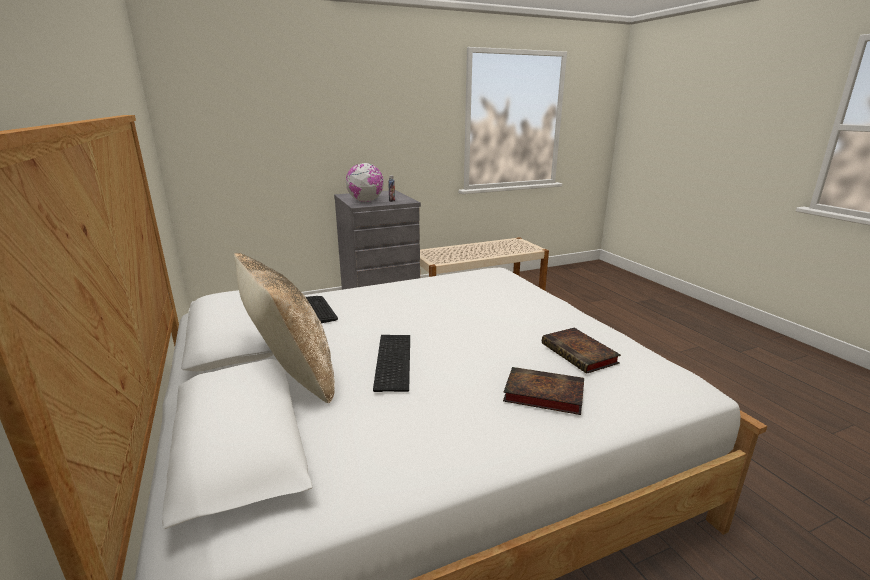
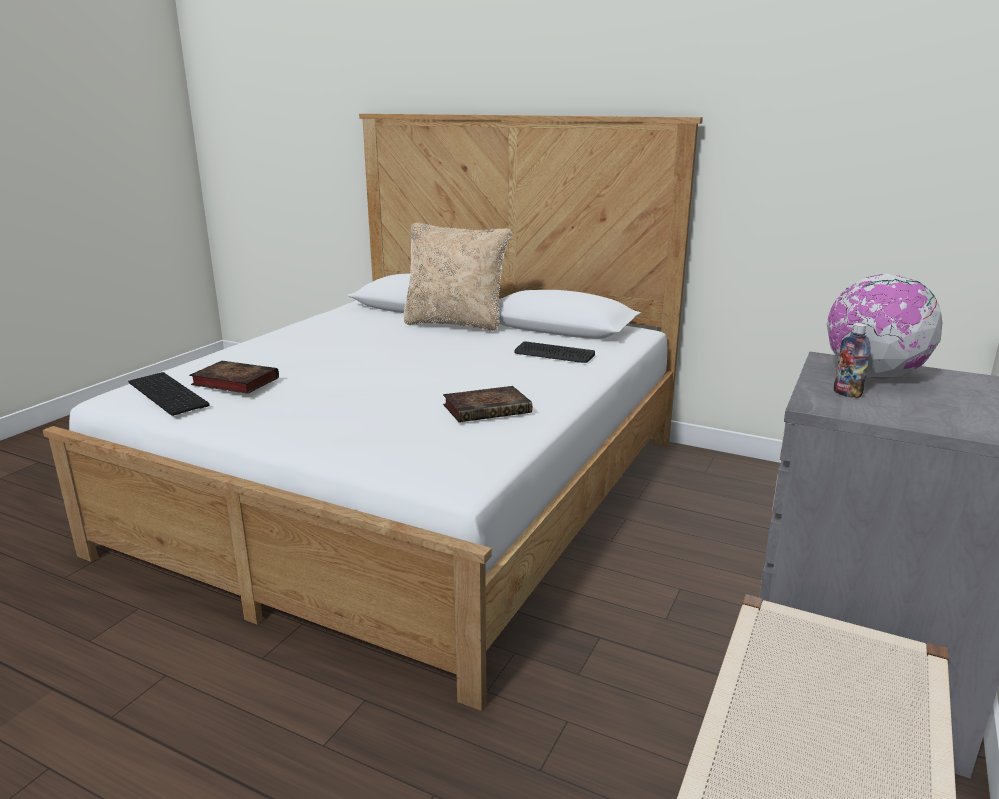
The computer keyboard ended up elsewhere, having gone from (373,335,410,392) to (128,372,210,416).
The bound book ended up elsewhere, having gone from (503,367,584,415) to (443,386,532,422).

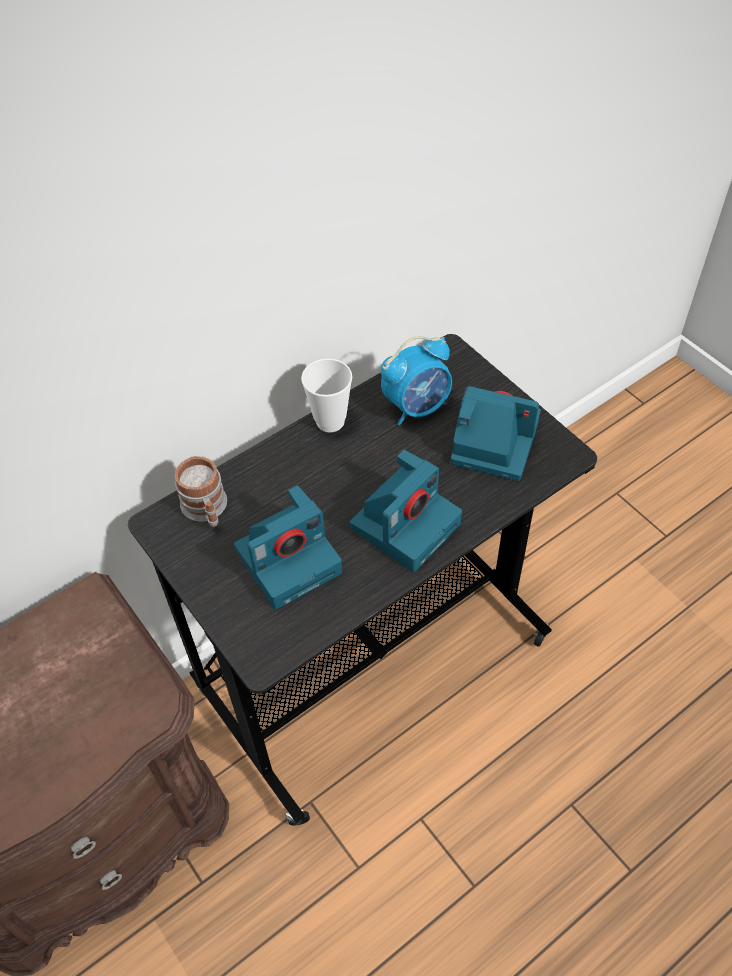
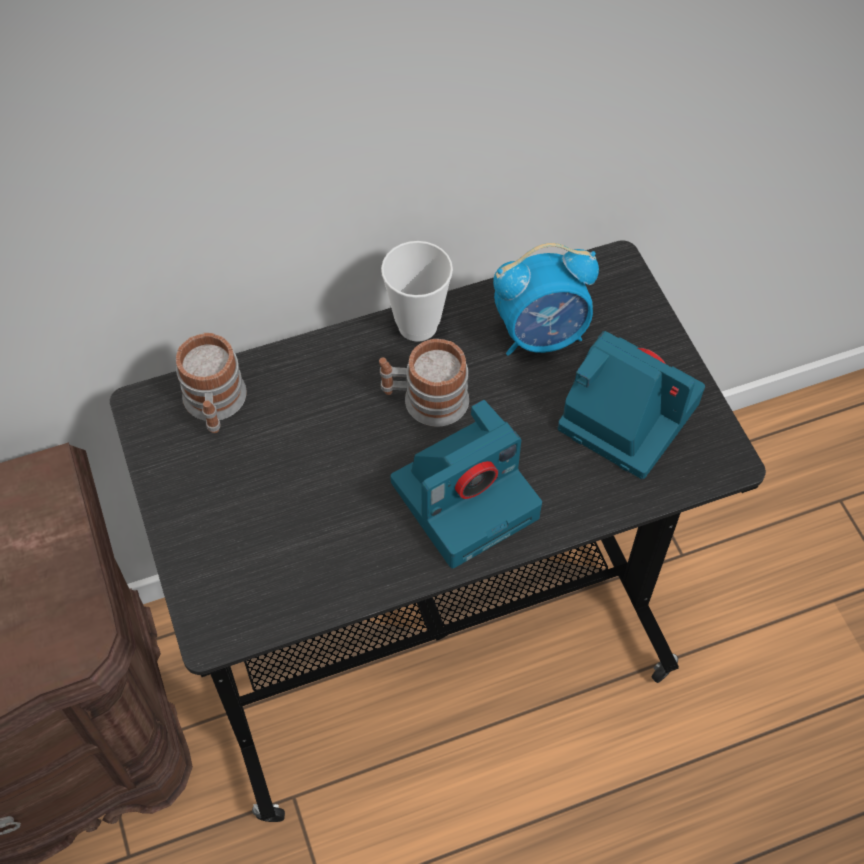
The second view lost the still camera at (234,485,342,609).
The second view gained the mug at (379,339,469,427).

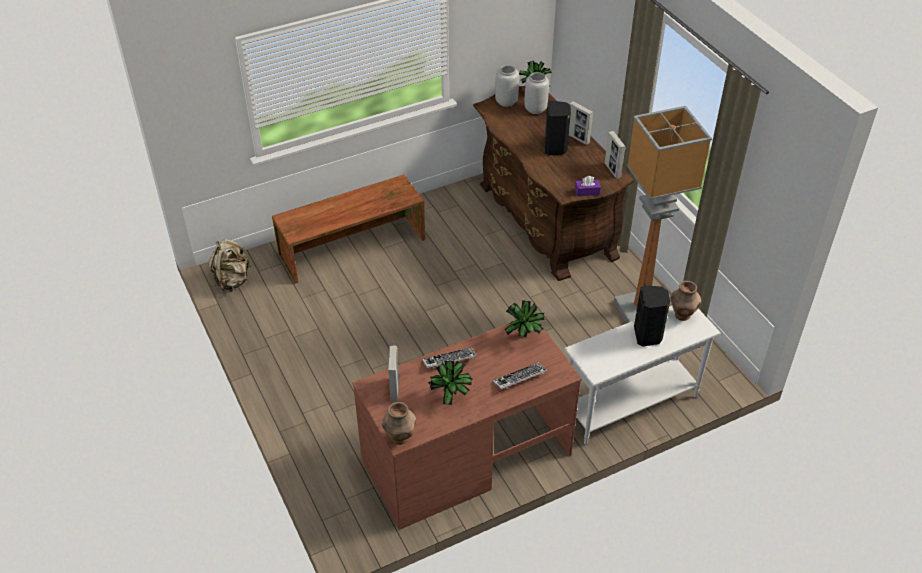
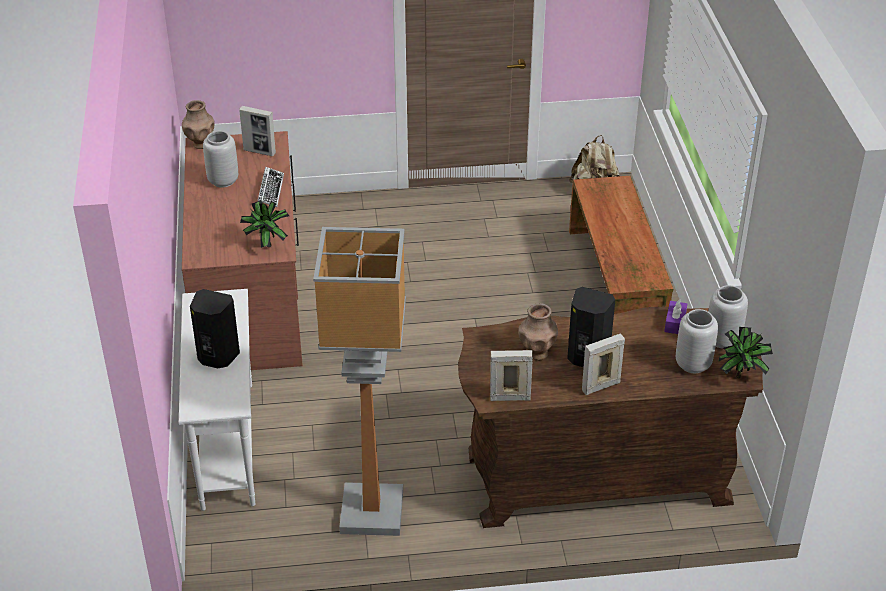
The box of tissues/purplish ended up elsewhere, having gone from (575,176,601,196) to (664,299,687,334).
The flower vase/brown-coloured ended up elsewhere, having gone from (670,281,701,321) to (518,303,558,360).
Where the houseplant stood at (428,361,473,405), the flower vase/gray came to stand at (203,131,238,188).
The second view lost the computer keyboard at (493,363,547,389).

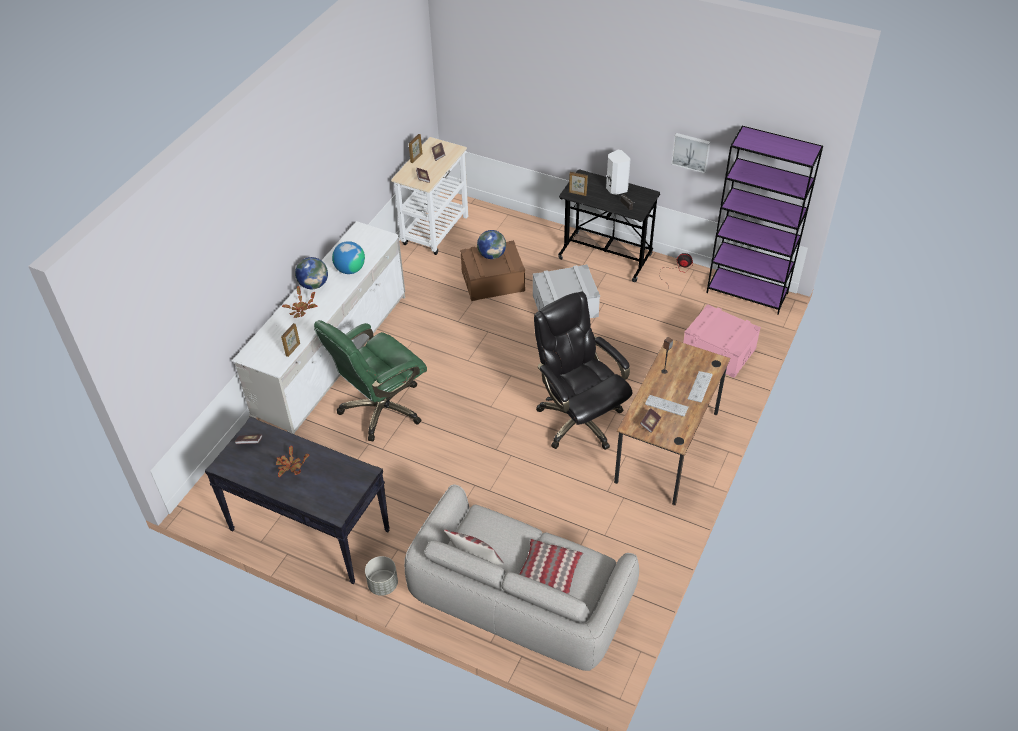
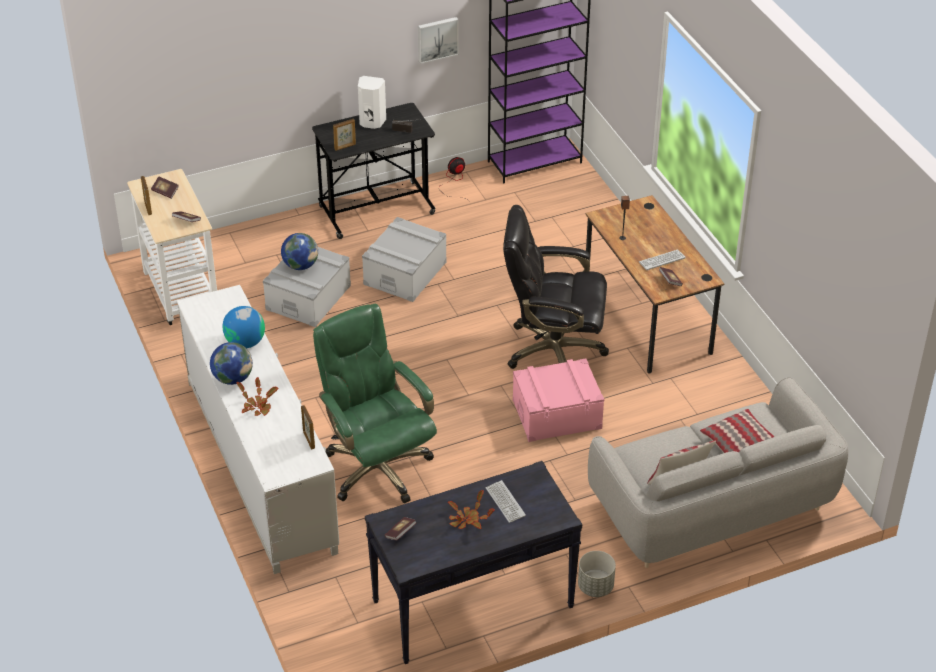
What was the storage box/brown-coloured at (460,240,525,301) turned into the storage box/gray at (263,247,351,327).
The storage box/pink ended up elsewhere, having gone from (683,304,761,378) to (513,359,604,442).
The desk chair/green-coloured at (314,320,427,442) ended up facing another way, 150 degrees clockwise from before.
The computer keyboard ended up elsewhere, having gone from (688,371,713,403) to (486,480,526,523).

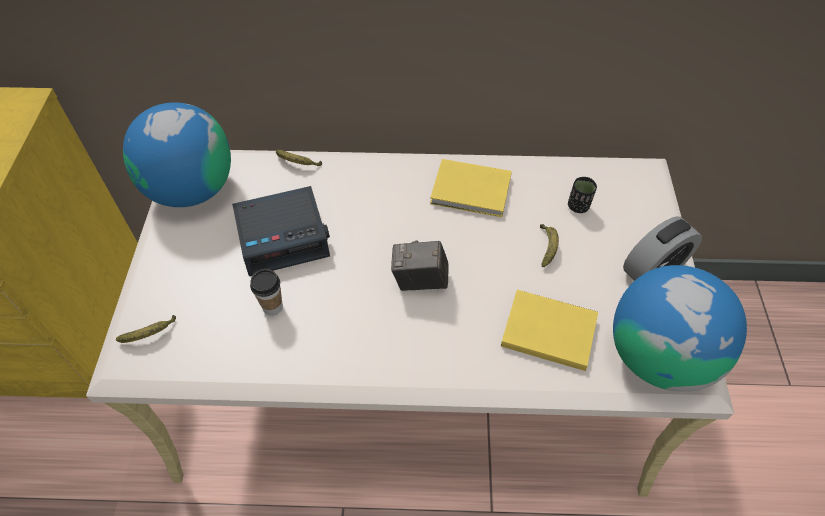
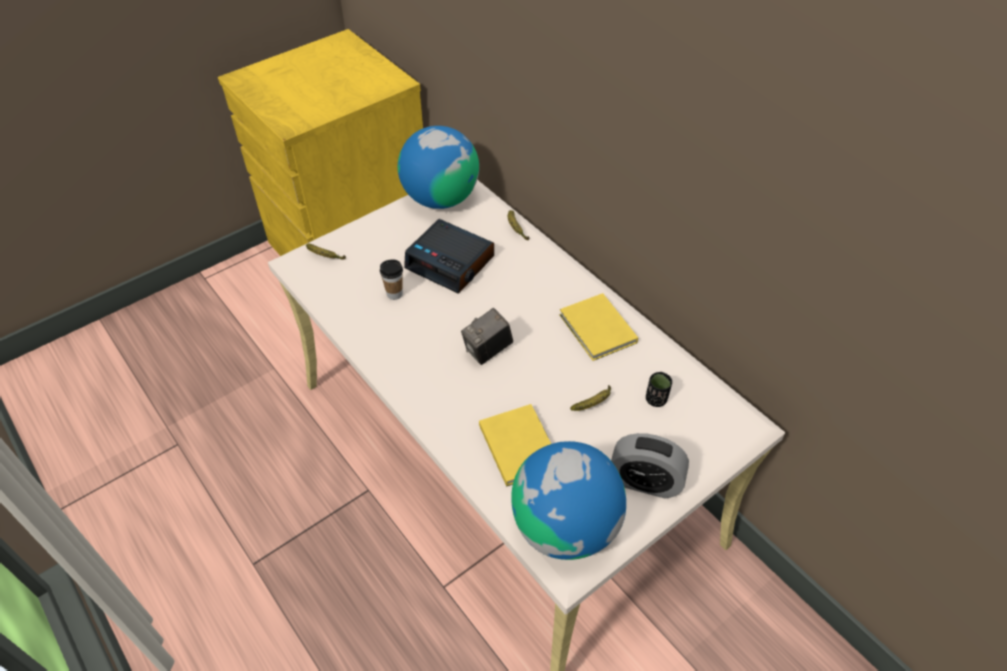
The still camera at (391,240,449,291) ended up facing another way, 90 degrees counterclockwise from before.

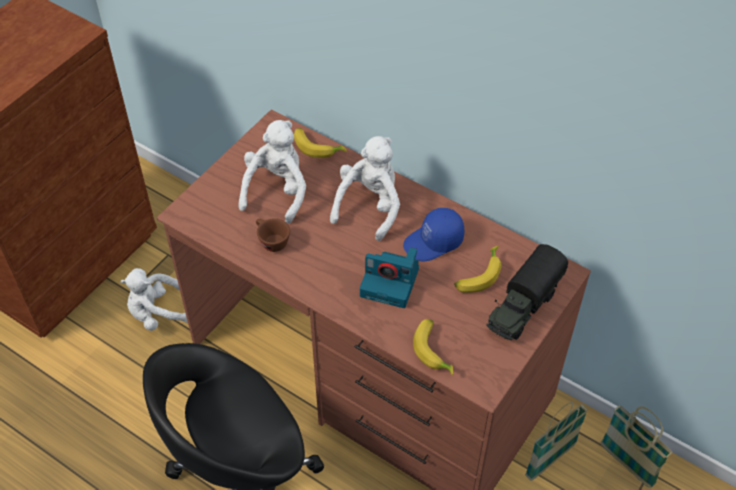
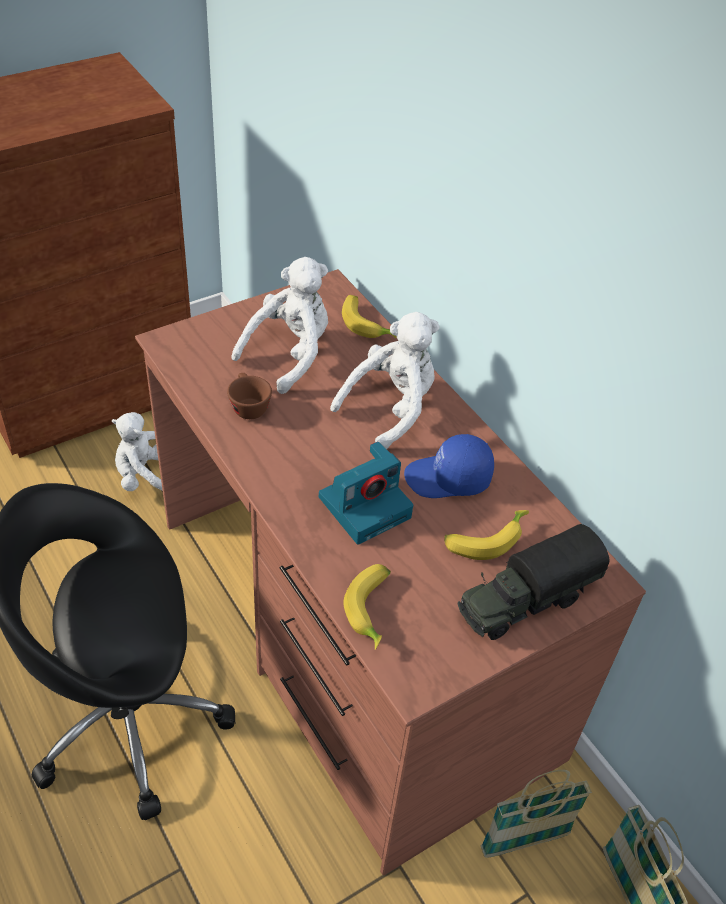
The still camera at (360,247,419,308) ended up facing another way, 75 degrees counterclockwise from before.

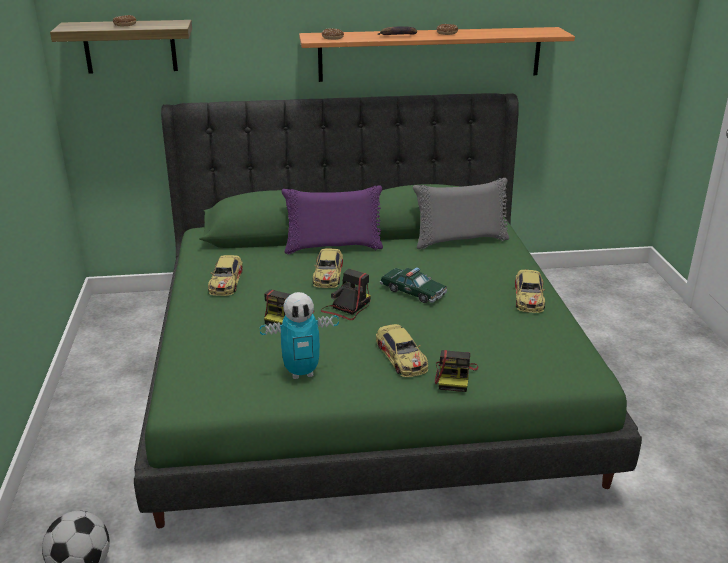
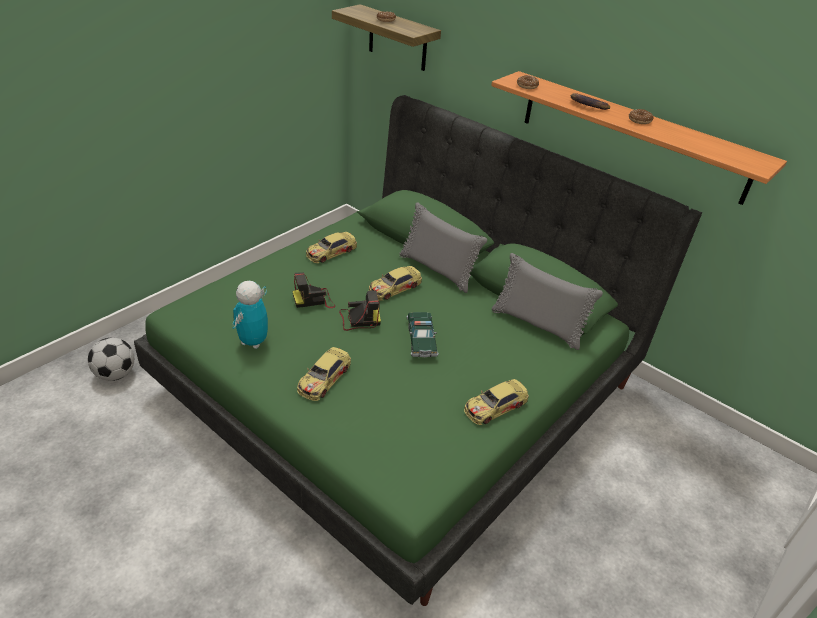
What was the cushion/purplish at (281,185,383,254) turned into the cushion/gray at (399,202,487,293).
The toy robot at (260,292,339,379) ended up facing another way, 75 degrees clockwise from before.
The second view lost the still camera at (435,350,478,392).

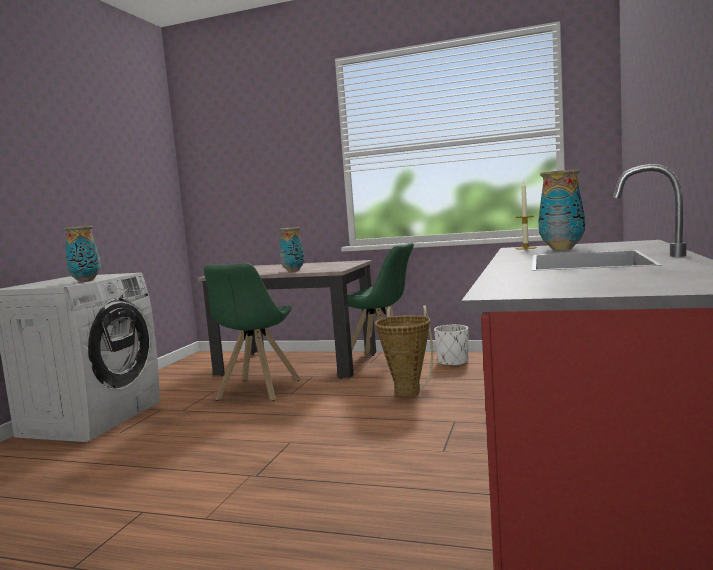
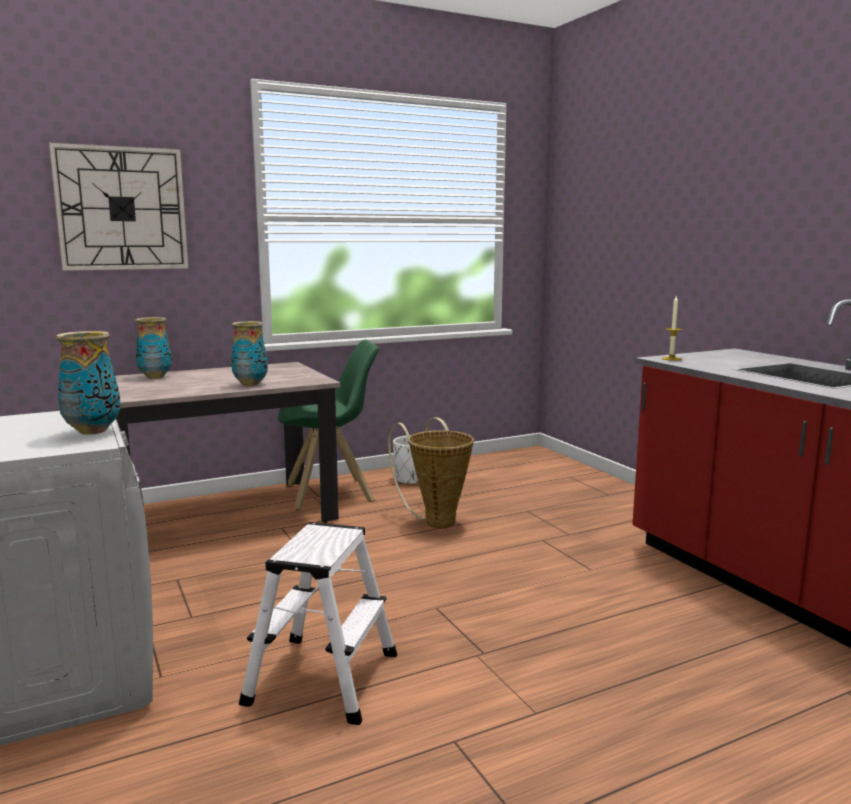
The flower vase ended up elsewhere, having gone from (538,169,585,250) to (135,317,172,379).
The second view lost the upright chair/green-coloured at (204,263,301,401).
The second view gained the hanging clock at (49,143,188,271).
The second view gained the stepladder/whitish at (239,522,397,725).

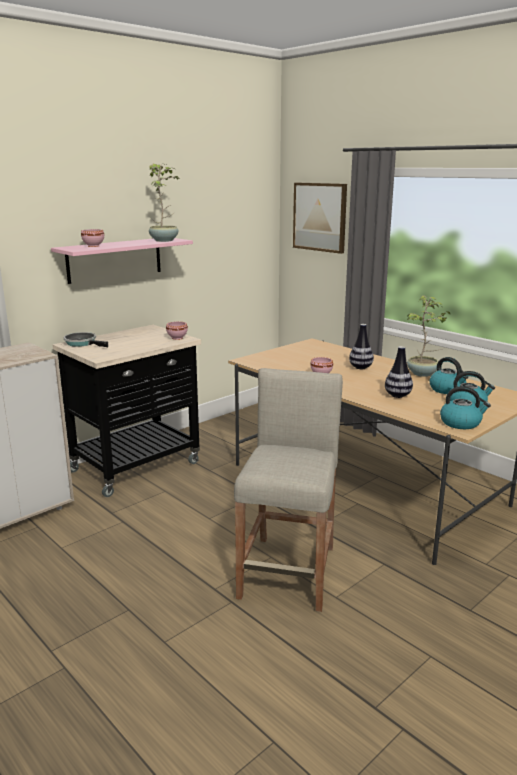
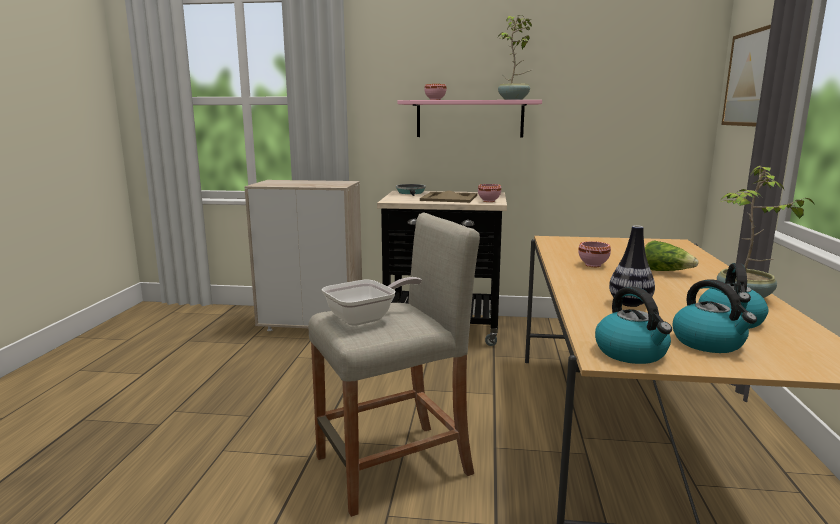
Where the flower vase stood at (349,324,374,369), the lettuce head came to stand at (645,240,698,271).
The second view gained the serving tray/sand-coloured at (420,190,477,203).
The second view gained the skillet at (322,277,422,326).

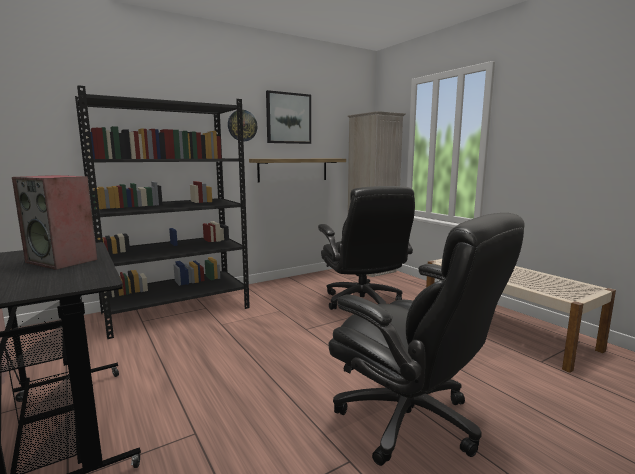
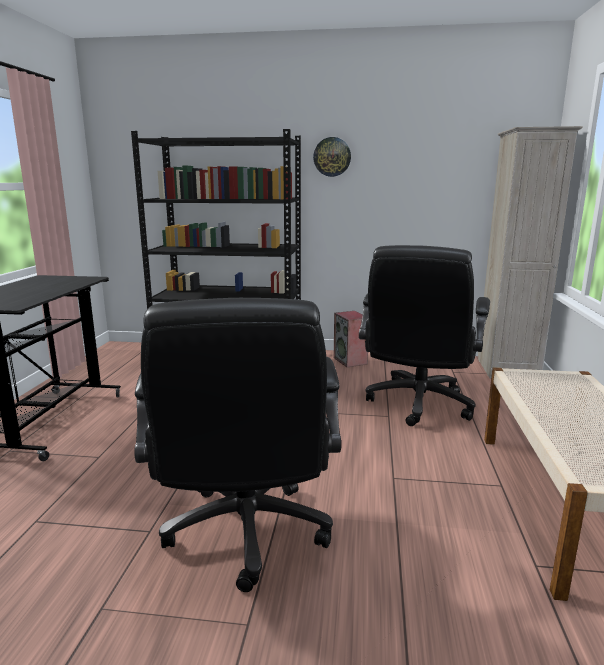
The second view lost the wall art at (266,90,311,144).
The second view lost the shelf at (249,159,346,182).
The loudspeaker ended up elsewhere, having gone from (12,175,98,270) to (333,311,368,367).

